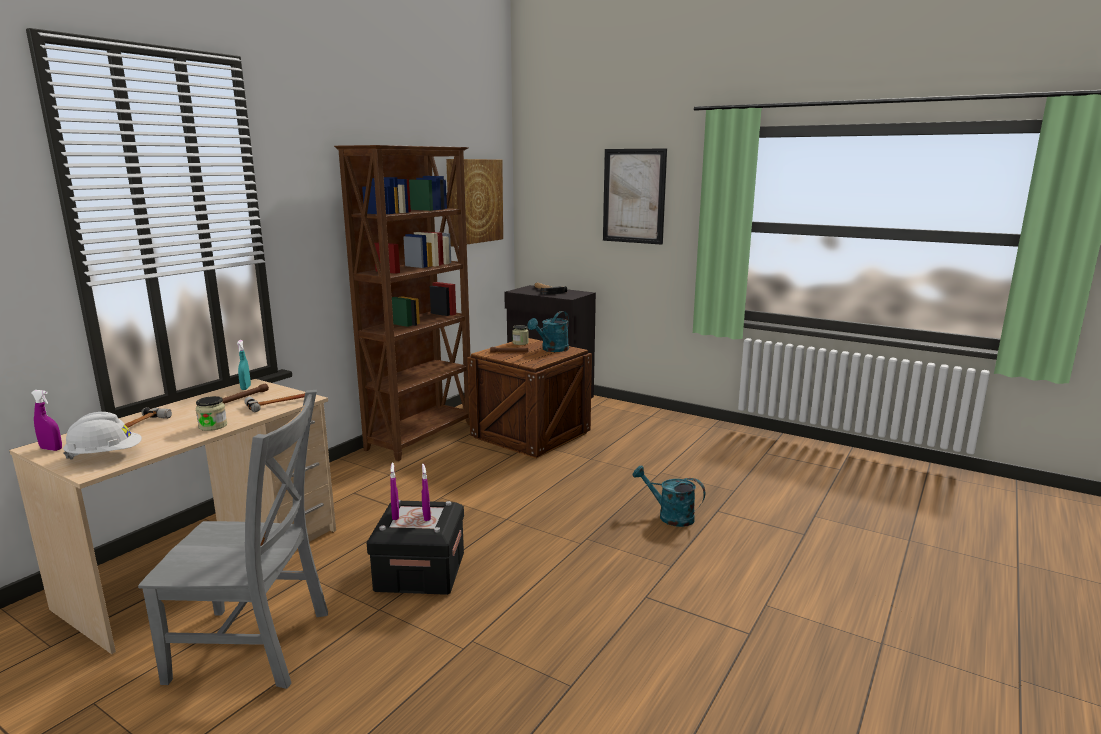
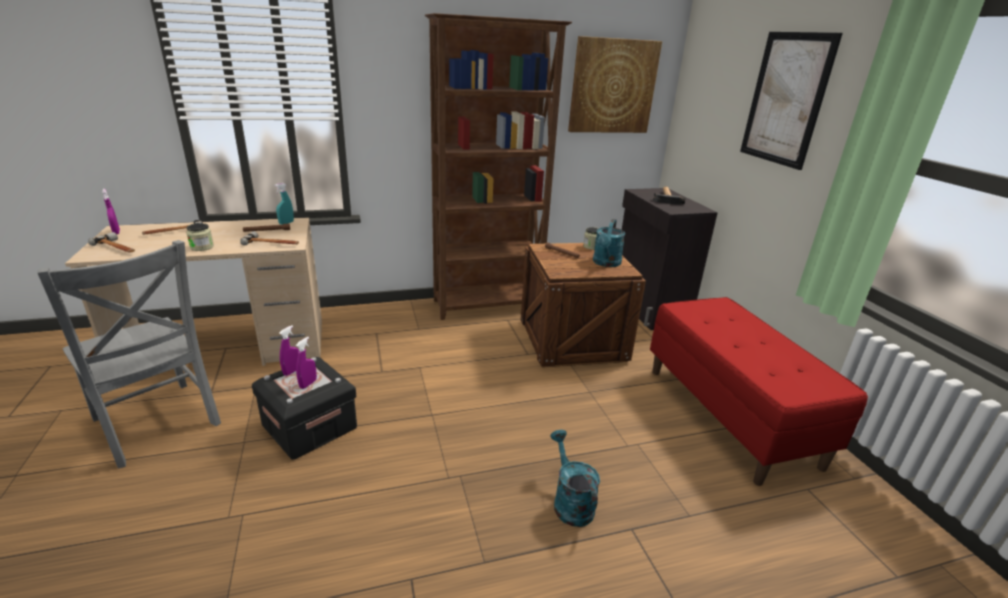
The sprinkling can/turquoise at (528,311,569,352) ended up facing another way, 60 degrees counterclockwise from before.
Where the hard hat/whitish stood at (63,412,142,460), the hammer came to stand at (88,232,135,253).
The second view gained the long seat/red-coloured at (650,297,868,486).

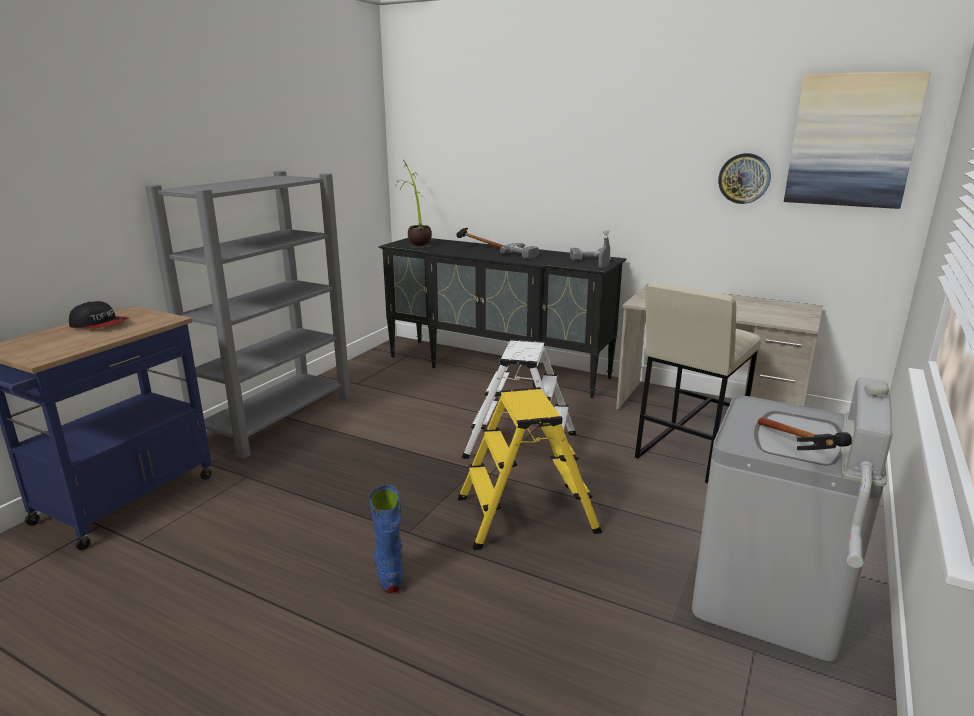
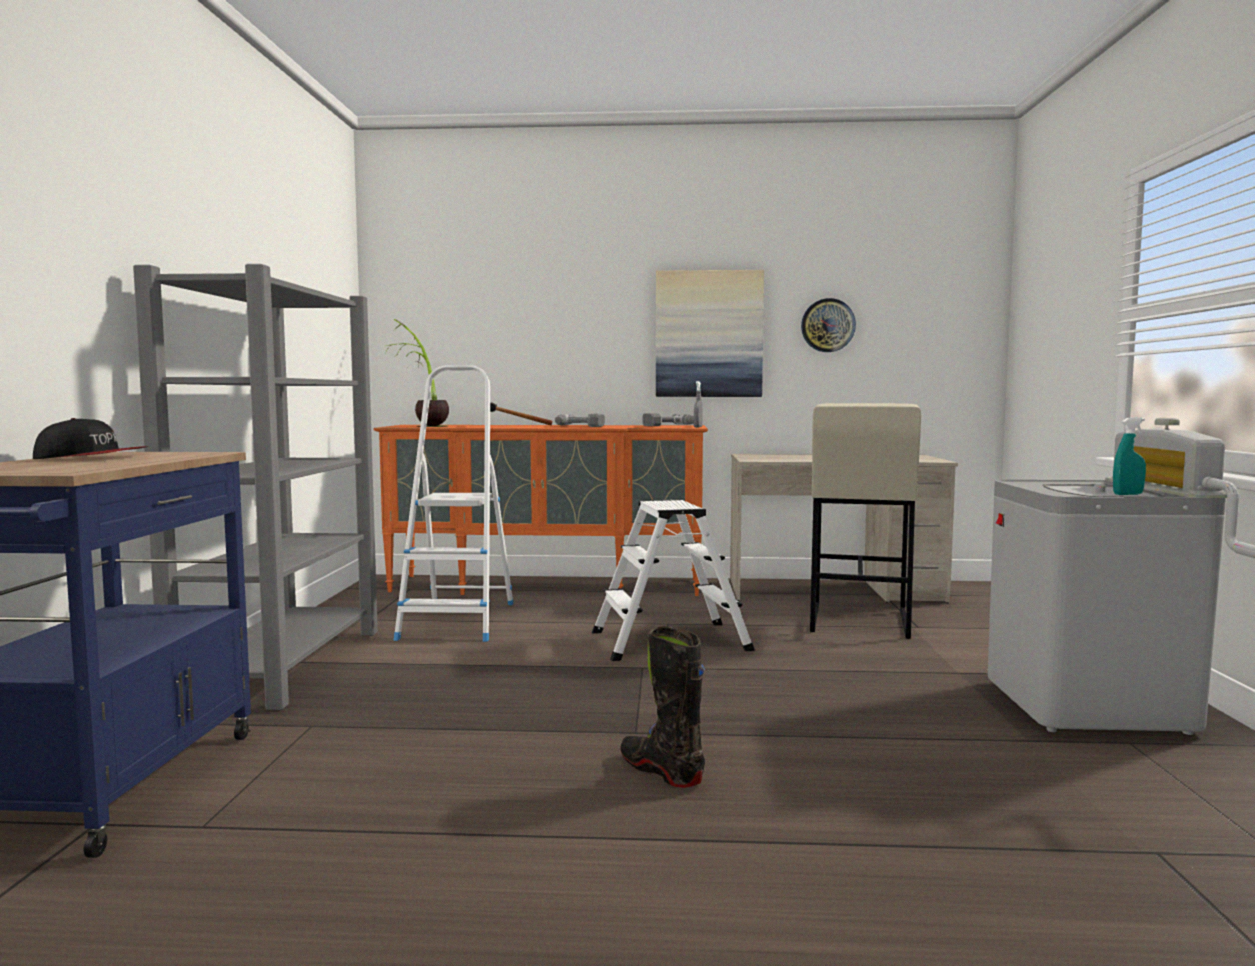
The wall art ended up elsewhere, having gone from (784,71,931,209) to (656,270,764,397).
What was the storage cabinet/blackish at (378,238,626,398) turned into the storage cabinet/orangey at (373,425,708,596).
The second view lost the stepladder/yellowish at (457,387,602,550).
Where the hammer stood at (758,418,852,450), the spray bottle/turquoise came to stand at (1113,417,1146,495).
What was the boot/blue at (369,485,403,593) turned into the boot/blackish at (620,626,705,788).
The second view gained the stepladder/whitish at (394,365,513,642).

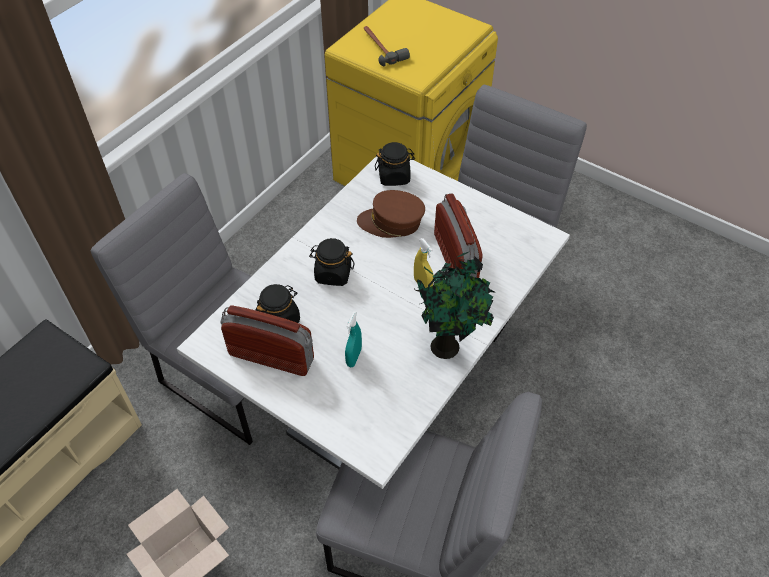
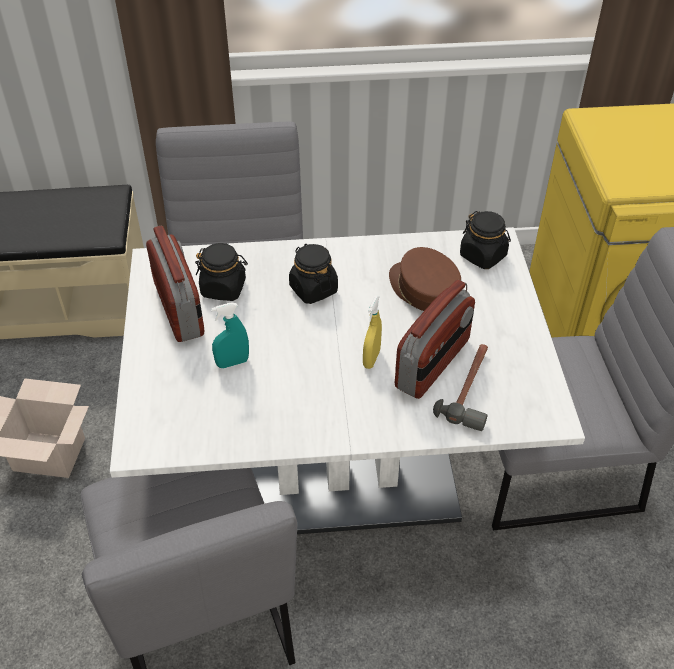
The hammer ended up elsewhere, having gone from (364,26,410,67) to (433,344,488,431).
The second view lost the houseplant at (413,251,496,359).

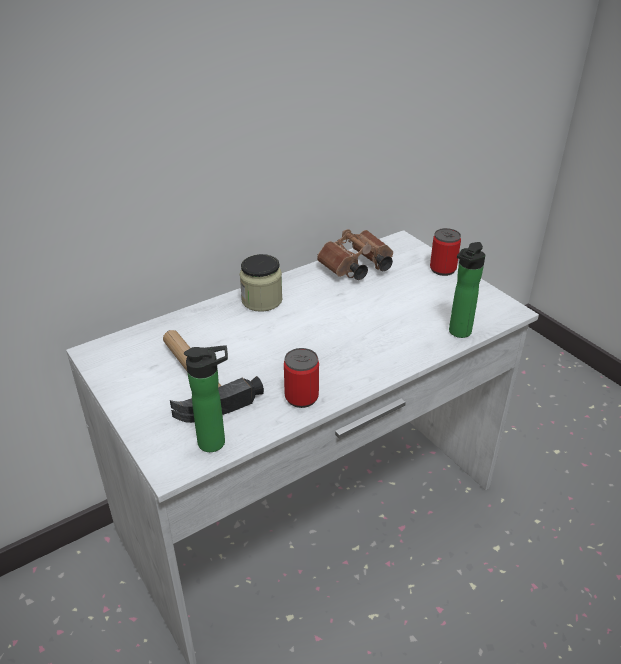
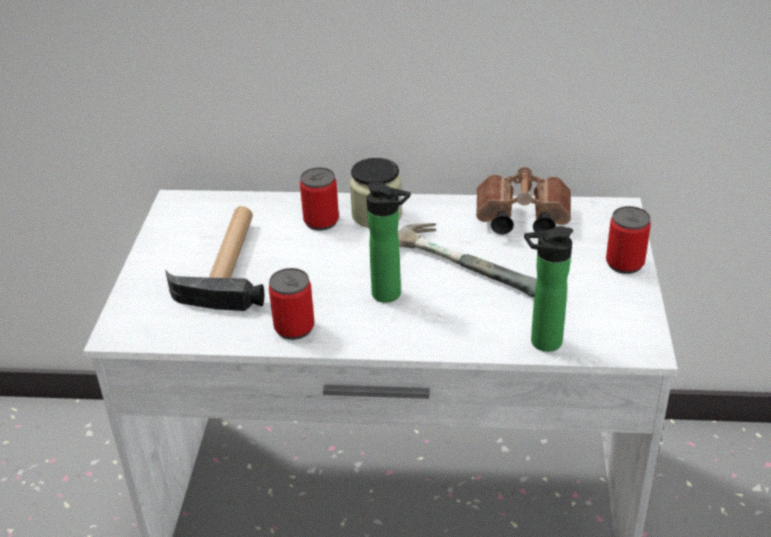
The bottle ended up elsewhere, having gone from (184,345,228,452) to (367,182,411,303).
The second view gained the sealed can at (300,167,339,230).
The second view gained the hammer at (398,223,537,297).

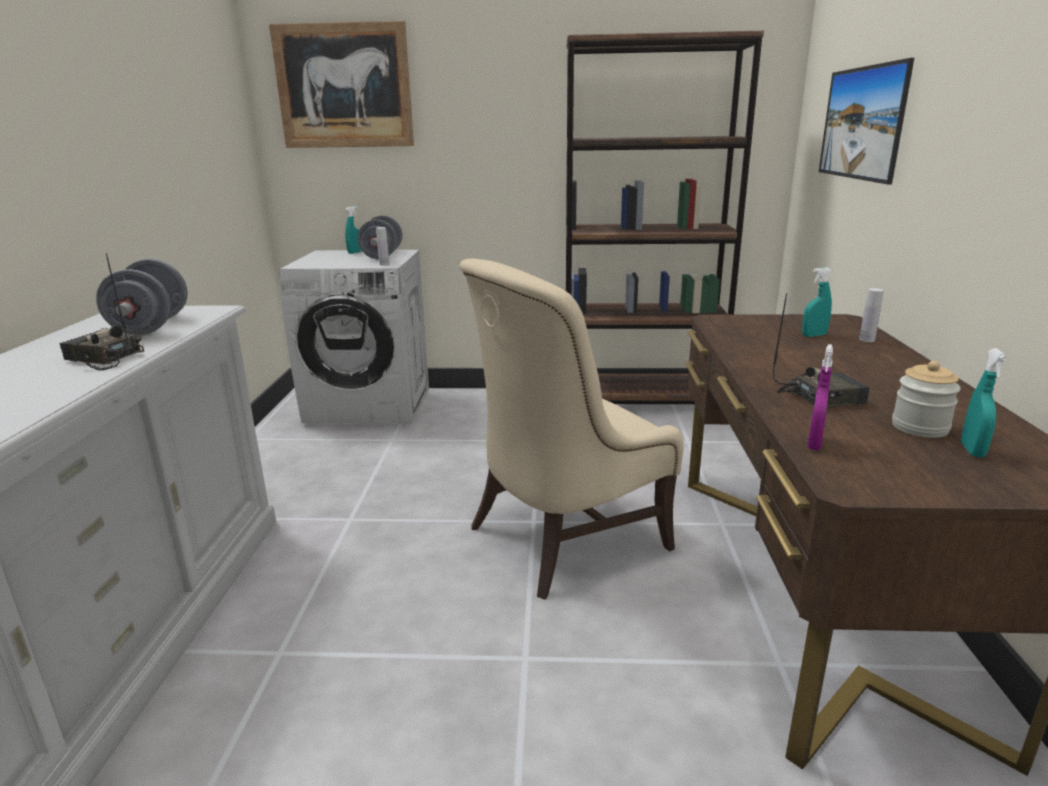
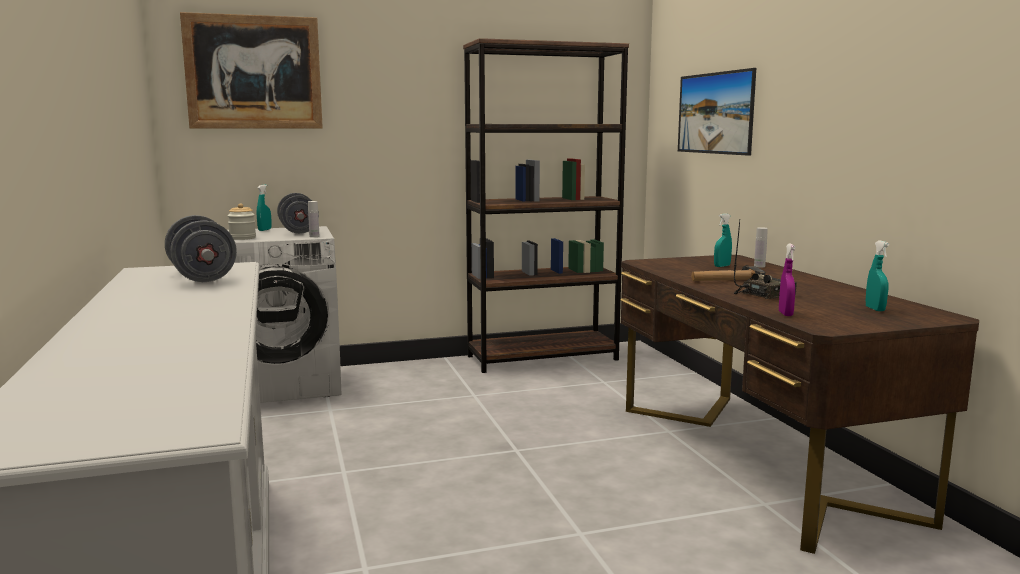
The second view lost the radio set at (60,253,144,371).
The second view lost the upright chair/sand-coloured at (459,259,684,600).
The preserve jar ended up elsewhere, having gone from (892,361,961,438) to (228,203,256,240).
The second view gained the hammer at (691,265,765,281).

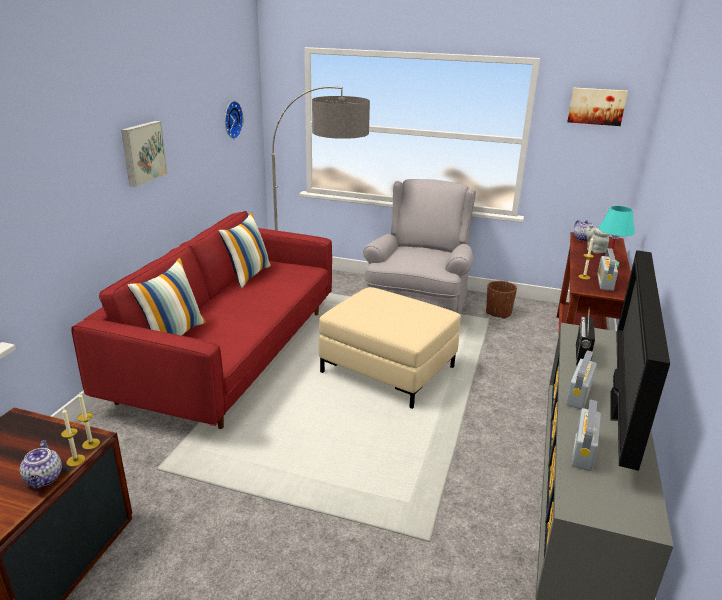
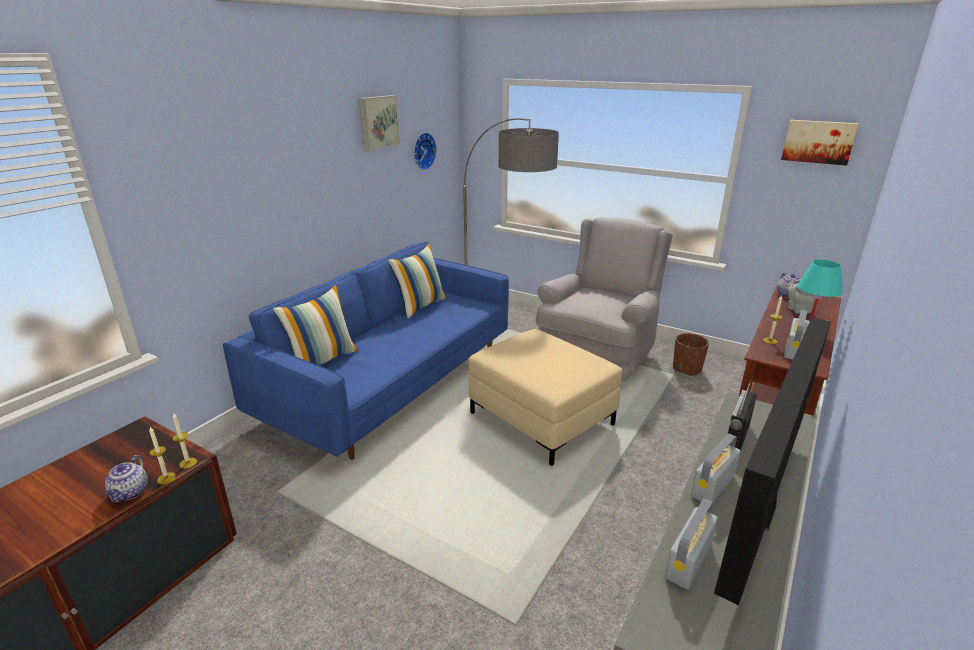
The wall art ended up elsewhere, having gone from (121,121,168,187) to (359,95,400,151).
What was the settee/red-coloured at (71,211,332,429) turned into the settee/blue at (223,242,509,460).

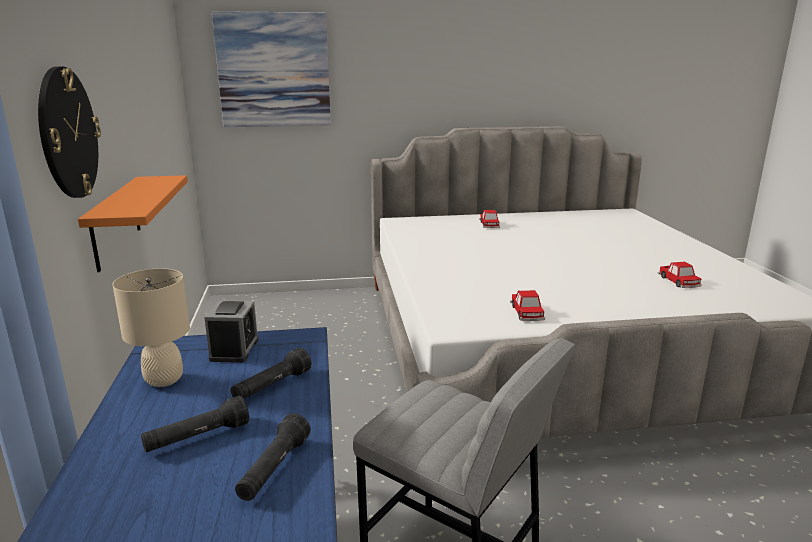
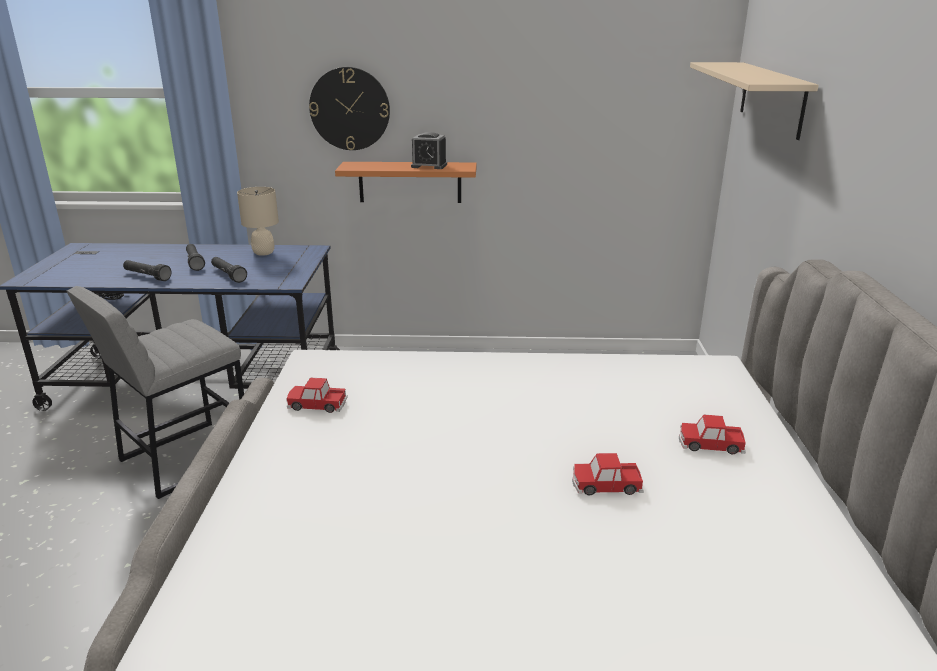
Where the wall art hung at (212,11,331,127), the shelf/sand-coloured came to hang at (690,62,819,140).
The miniature car ended up elsewhere, having gone from (658,262,702,288) to (572,453,644,495).
The bedside clock ended up elsewhere, having gone from (204,300,259,363) to (411,132,447,169).

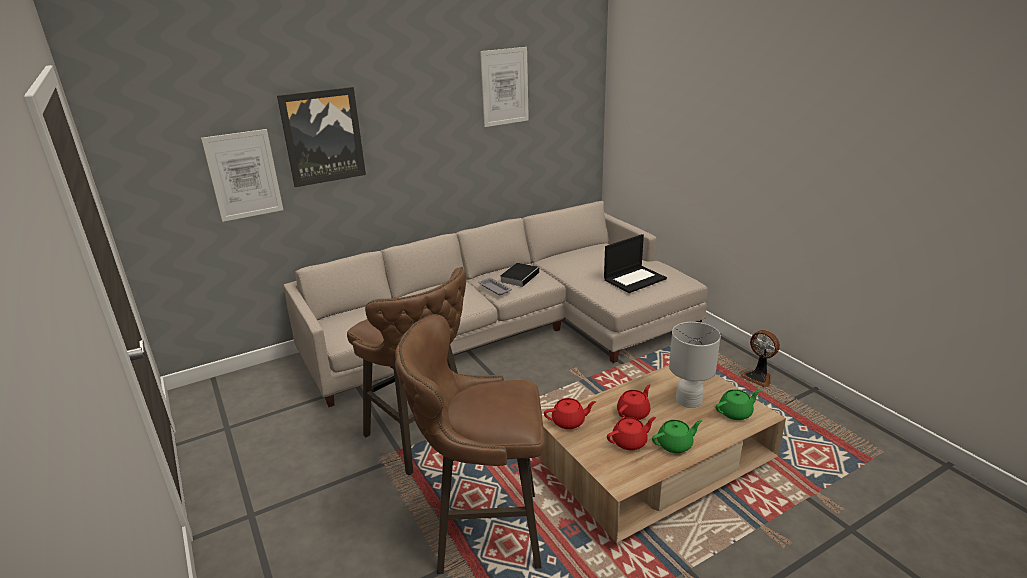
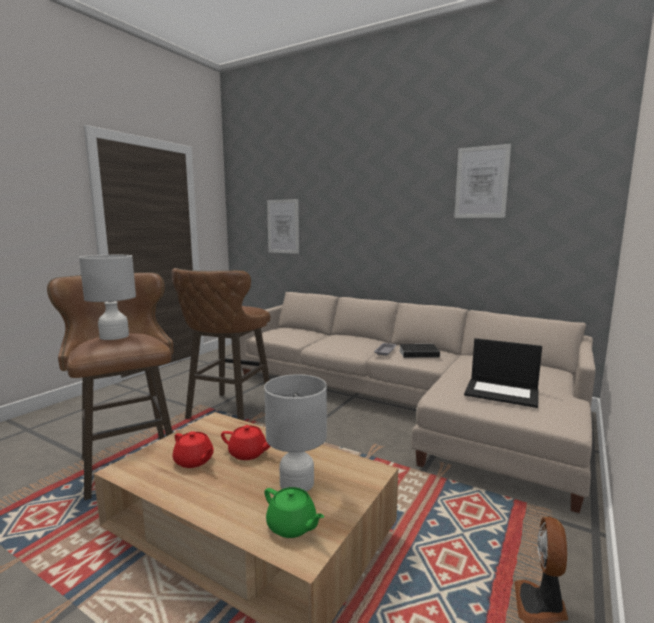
The second view lost the wall art at (277,87,366,187).
The second view lost the tea pot/red-coloured at (544,398,596,429).
The second view lost the tea pot/green-coloured at (652,420,702,453).
The second view gained the tabletop lamp/gray at (79,255,136,340).

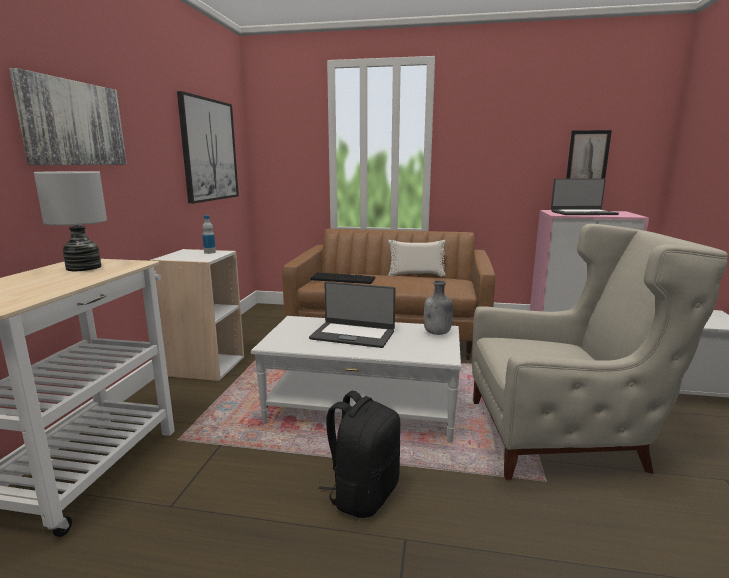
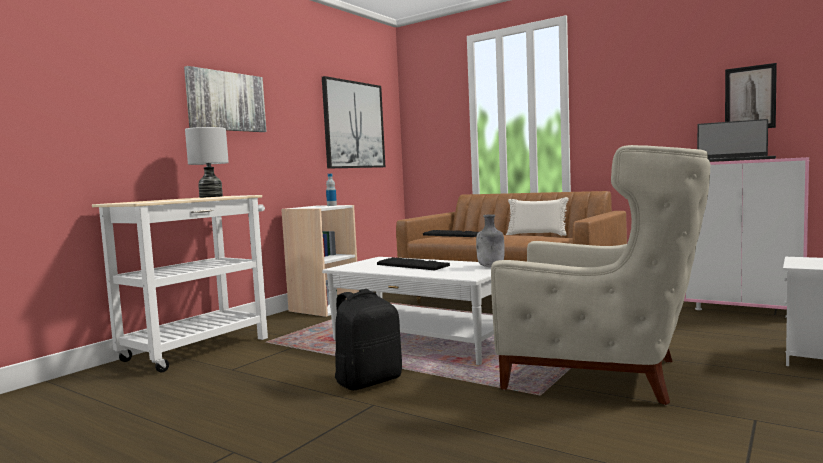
Where the laptop stood at (309,282,395,348), the computer keyboard came to stand at (377,257,450,270).

